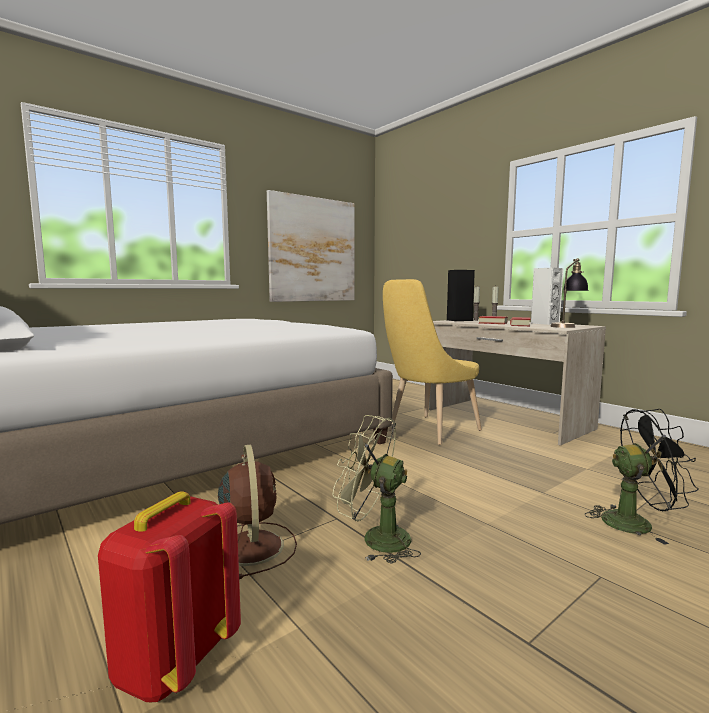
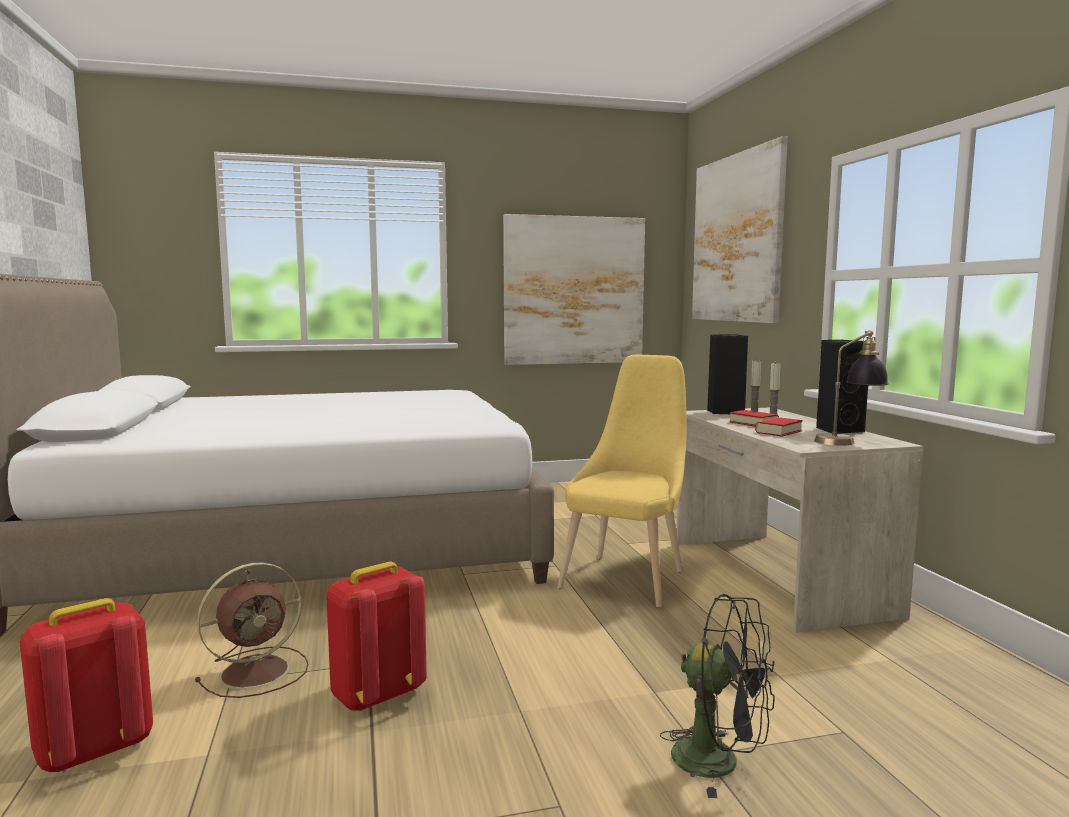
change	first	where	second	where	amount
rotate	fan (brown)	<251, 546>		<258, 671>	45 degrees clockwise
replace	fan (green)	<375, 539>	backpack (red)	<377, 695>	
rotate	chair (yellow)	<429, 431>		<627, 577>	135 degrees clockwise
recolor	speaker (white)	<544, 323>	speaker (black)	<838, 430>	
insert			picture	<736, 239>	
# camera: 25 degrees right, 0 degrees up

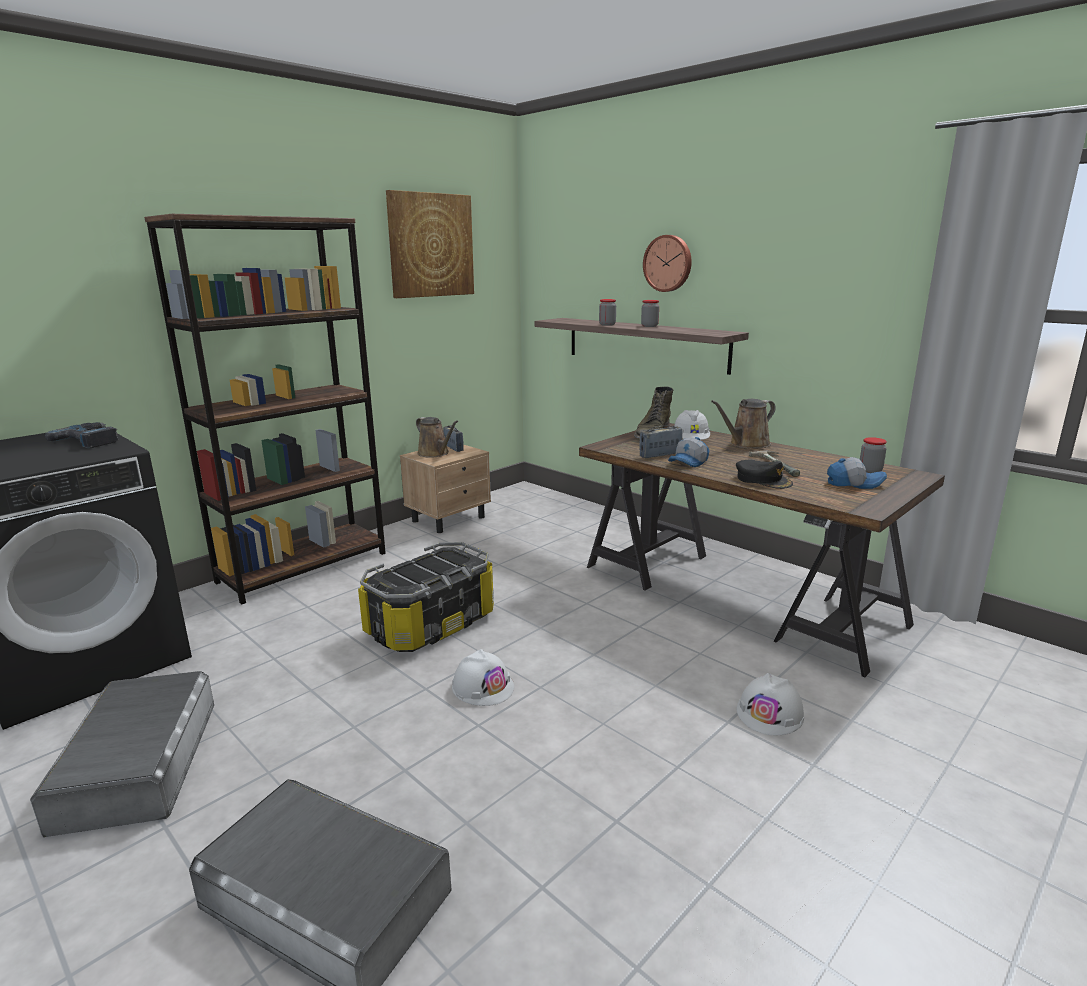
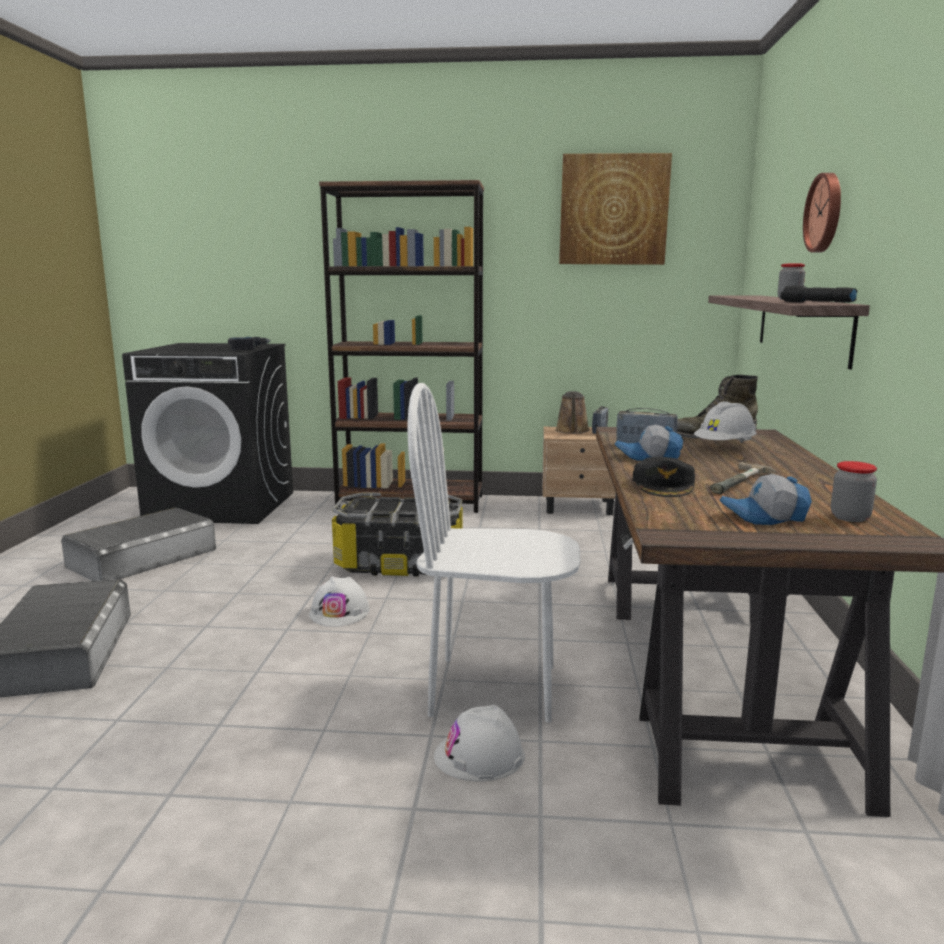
change	first	where	second	where	amount
delete	jar	<607, 324>			
delete	watering can (brown)	<746, 444>			
rotate	cap	<854, 483>		<765, 517>	120 degrees clockwise
insert			chair (white)	<493, 689>	
insert			flashlight (black)	<816, 302>	
# camera: 50 degrees right, 5 degrees down

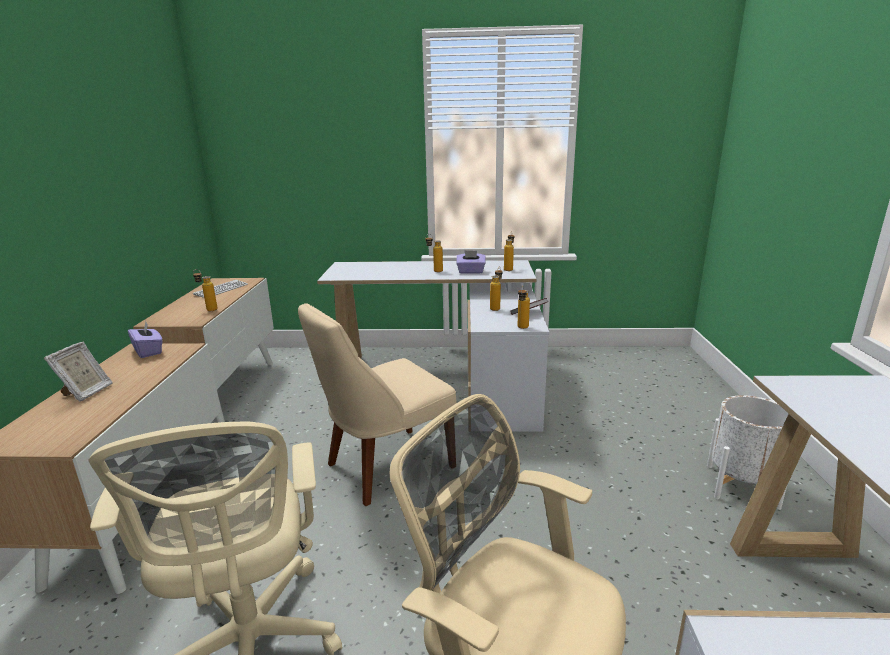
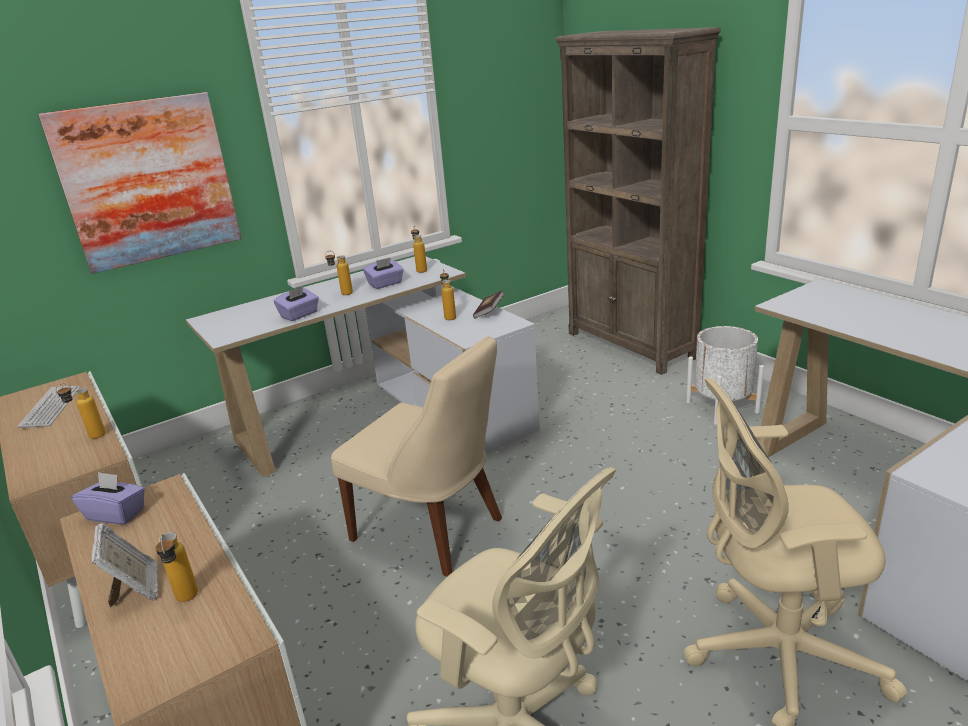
change	first	where	second	where	amount
rotate	chair (beige)	<385, 467>		<433, 531>	75 degrees counterclockwise
move	bottle	<522, 328>		<186, 601>	
insert			picture	<148, 181>	
insert			tissue box (purple)	<299, 315>	
insert			bookcase (brown)	<631, 345>	
# camera: 35 degrees left, 5 degrees up

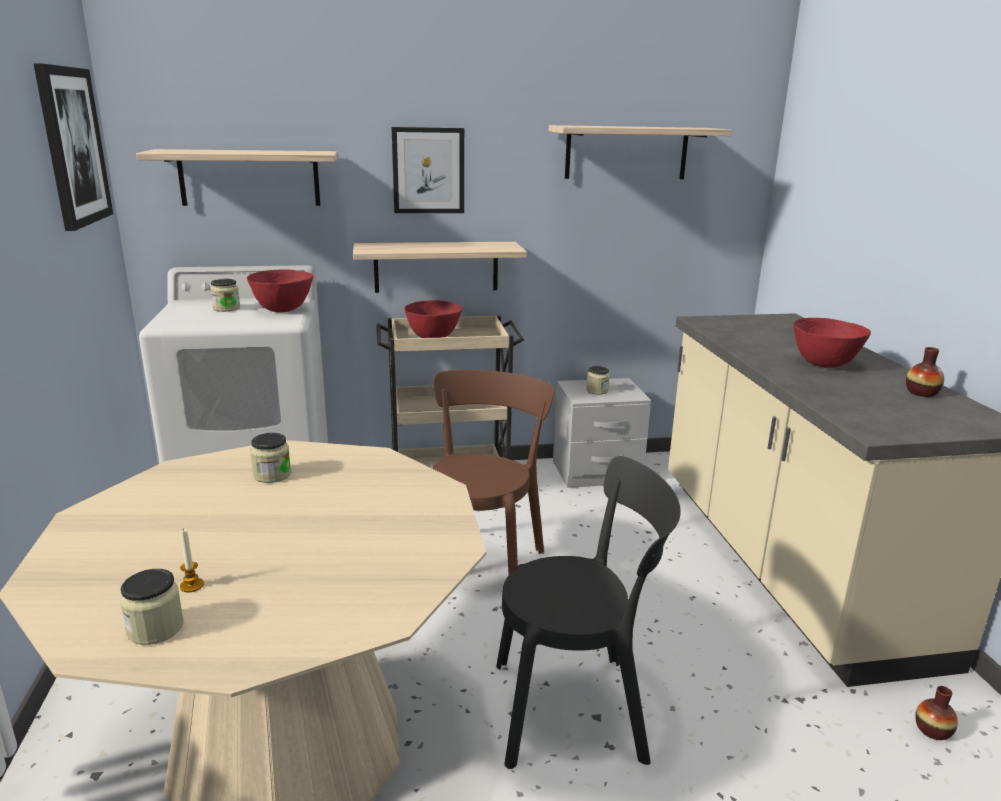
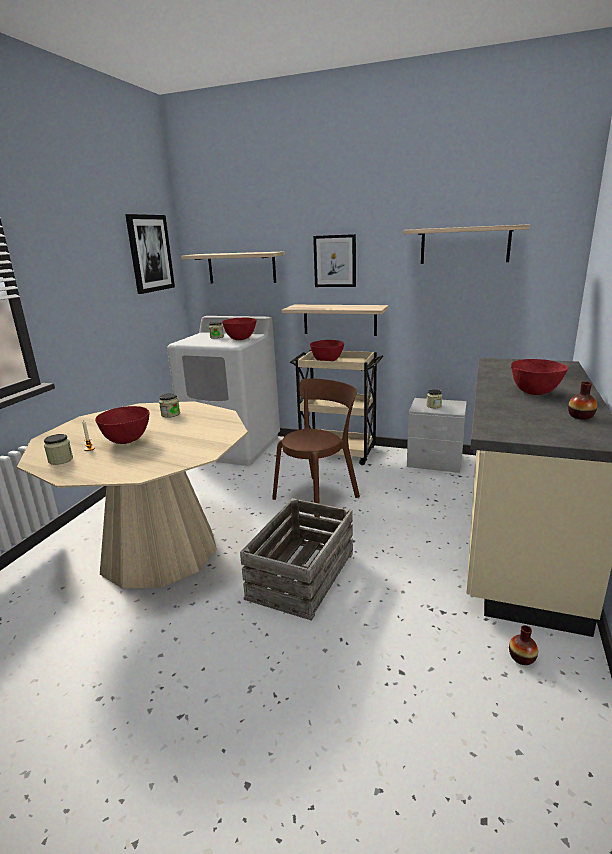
change	first	where	second	where	amount
replace	chair (black)	<577, 709>	crate	<302, 575>	
insert			bowl (red)	<126, 441>	
# camera: 30 degrees right, 0 degrees up

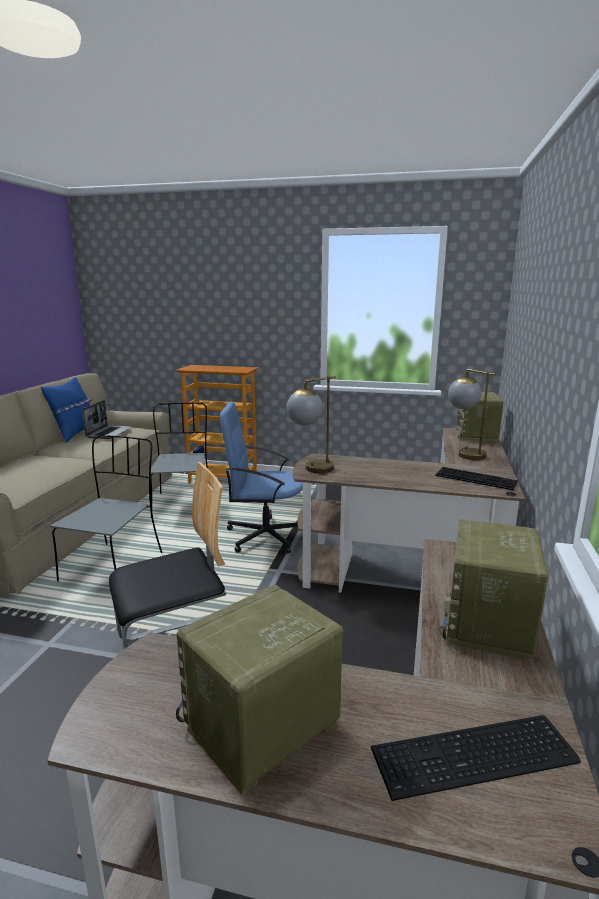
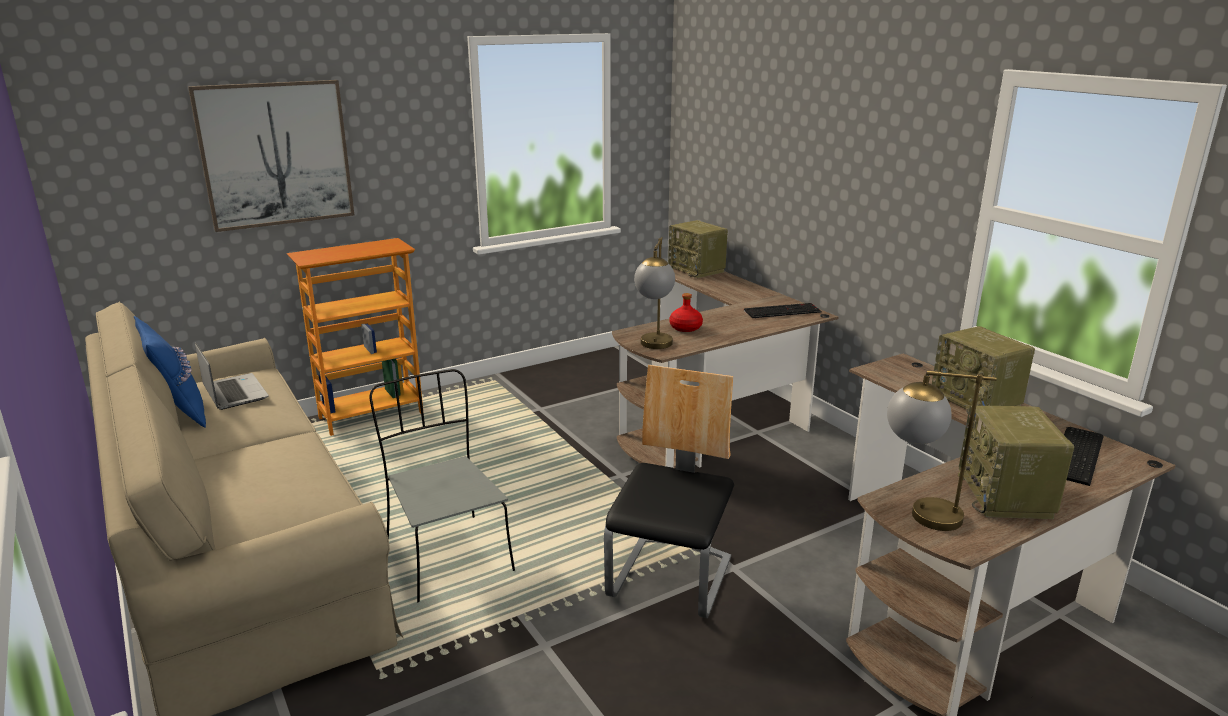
change	first	where	second	where	amount
delete	chair (grey)	<183, 504>			
delete	office chair (blue)	<264, 536>			
move	table lamp	<464, 453>		<917, 515>	
insert			picture	<276, 154>	
insert			bottle (red)	<685, 328>	
# camera: 45 degrees left, 5 degrees up

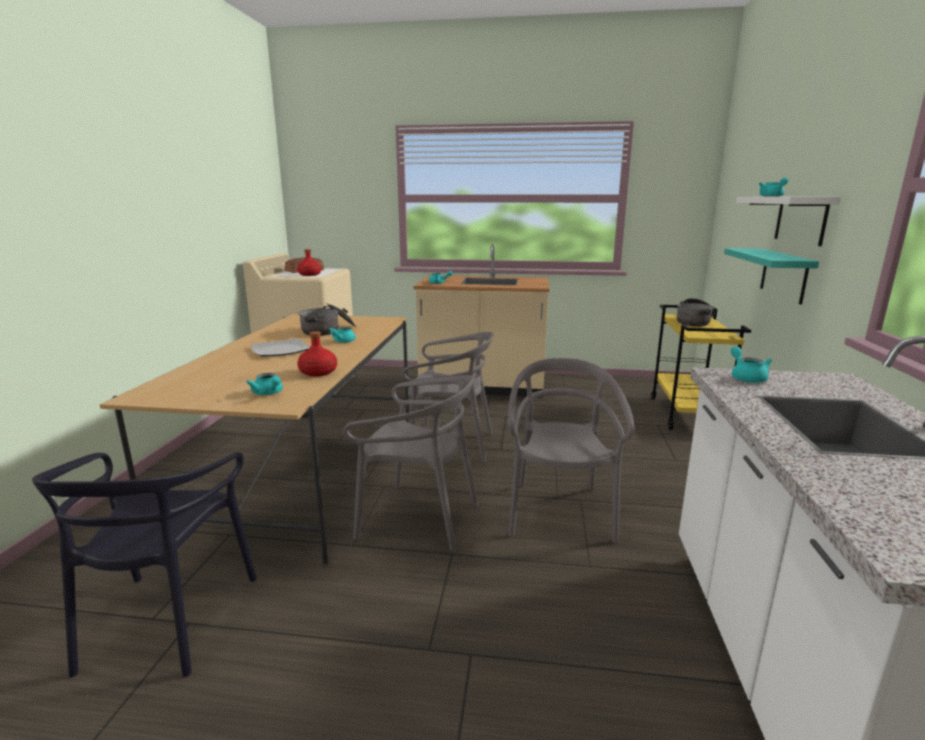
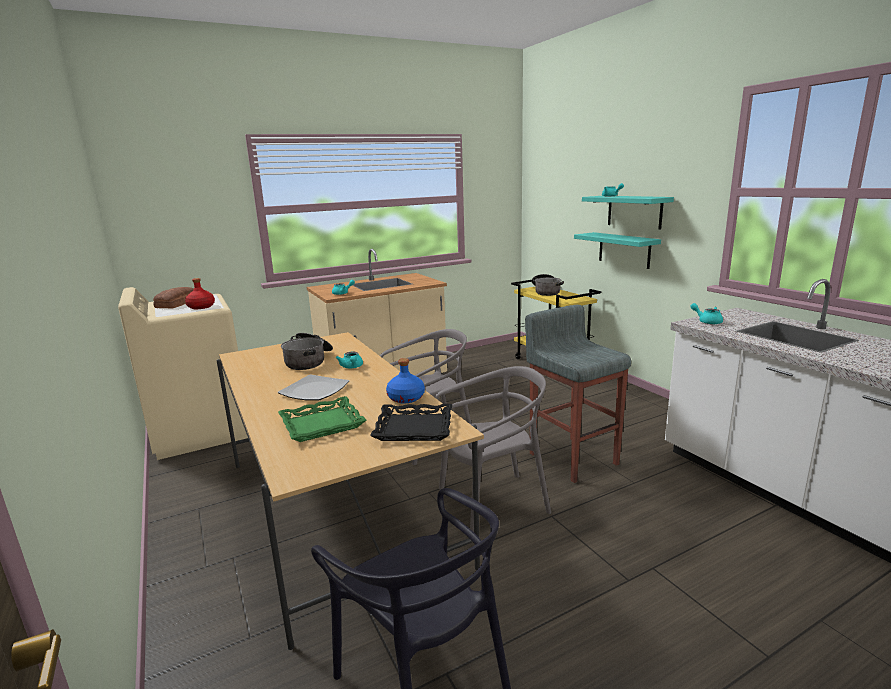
change	first	where	second	where	amount
replace	teapot (turquoise)	<269, 393>	tray (black)	<414, 427>	
recolor	bottle (red)	<318, 372>	bottle (blue)	<406, 398>	
replace	chair (grey)	<559, 512>	stool (grey)	<573, 458>	
recolor	shelf (white)	<800, 219>	shelf (turquoise)	<634, 211>	
insert			tray (green)	<322, 424>	
# camera: 35 degrees left, 0 degrees up

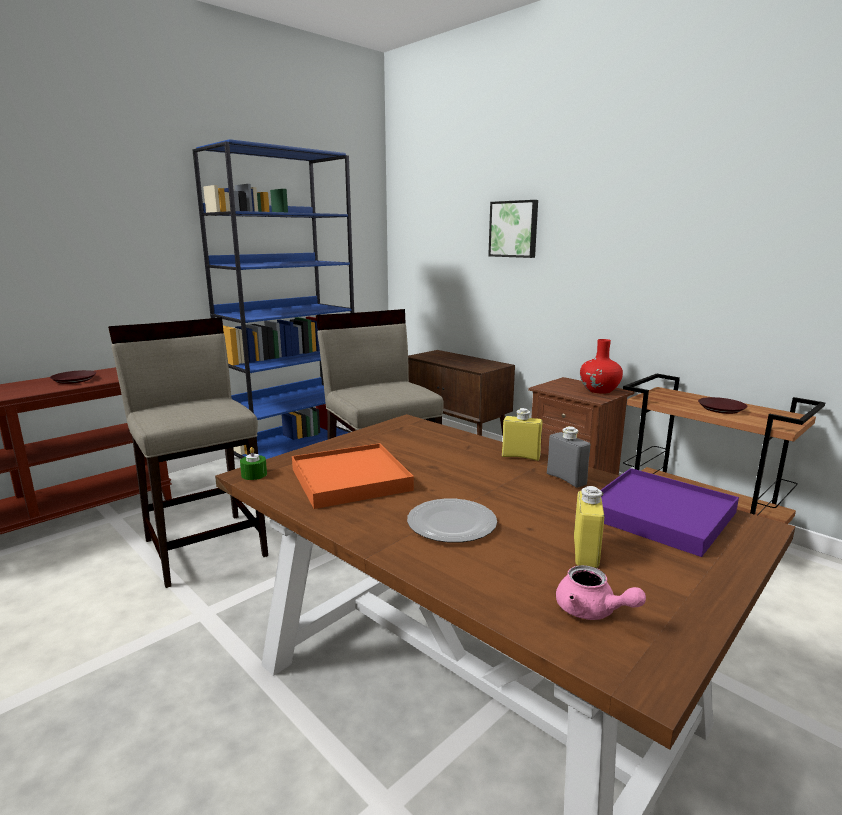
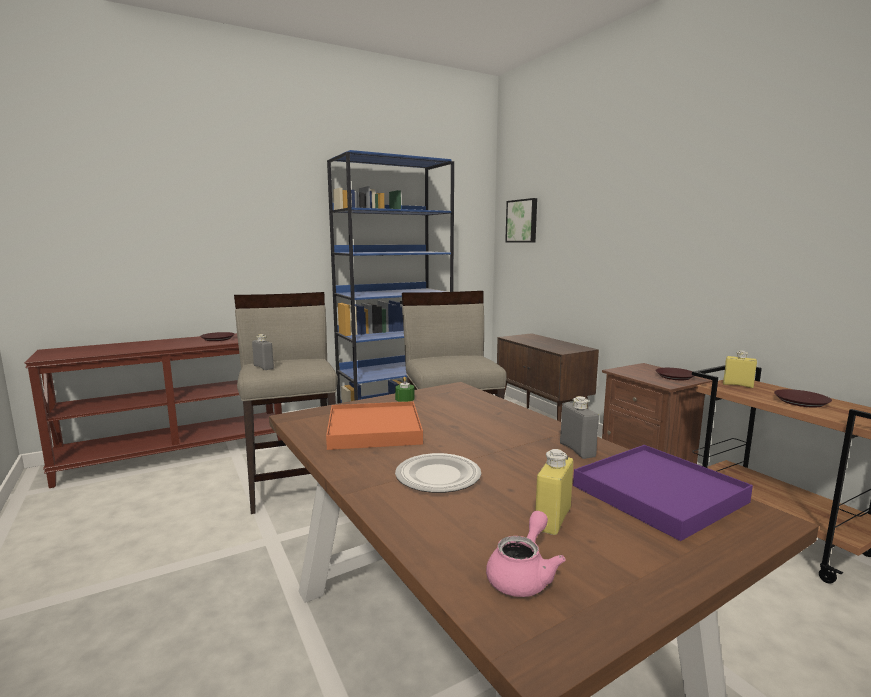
change	first	where	second	where	amount
move	candle (green)	<254, 474>		<404, 399>	
move	picture	<514, 229>		<522, 221>	
move	bottle (yellow)	<520, 456>		<738, 385>	
rotate	teapot (pink)	<592, 611>		<523, 575>	120 degrees counterclockwise
replace	vase (red)	<599, 390>	plate (brown)	<675, 377>	
insert			bottle (grey)	<263, 367>	
# camera: 15 degrees right, 5 degrees down

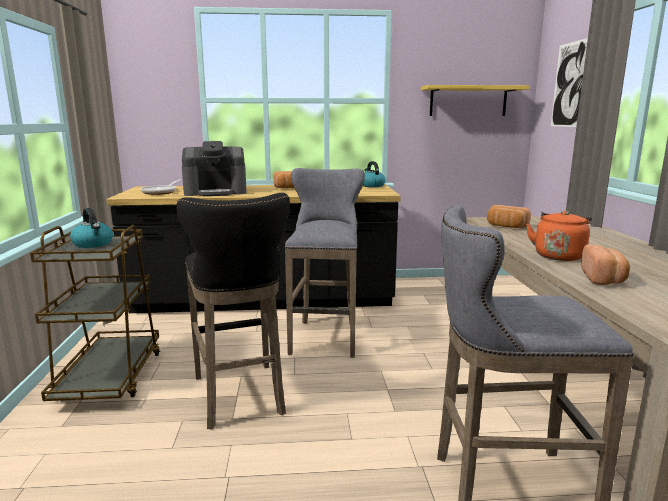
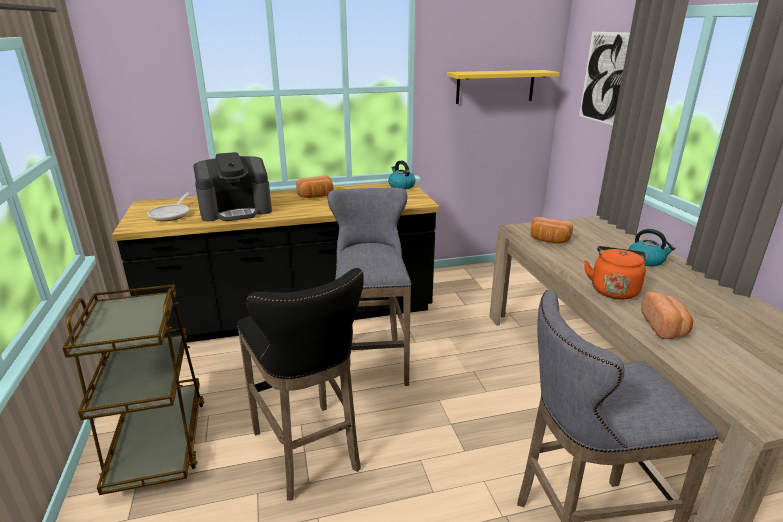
change	first	where	second	where	amount
move	kettle	<93, 244>		<646, 260>	
# camera: 10 degrees left, 10 degrees up

